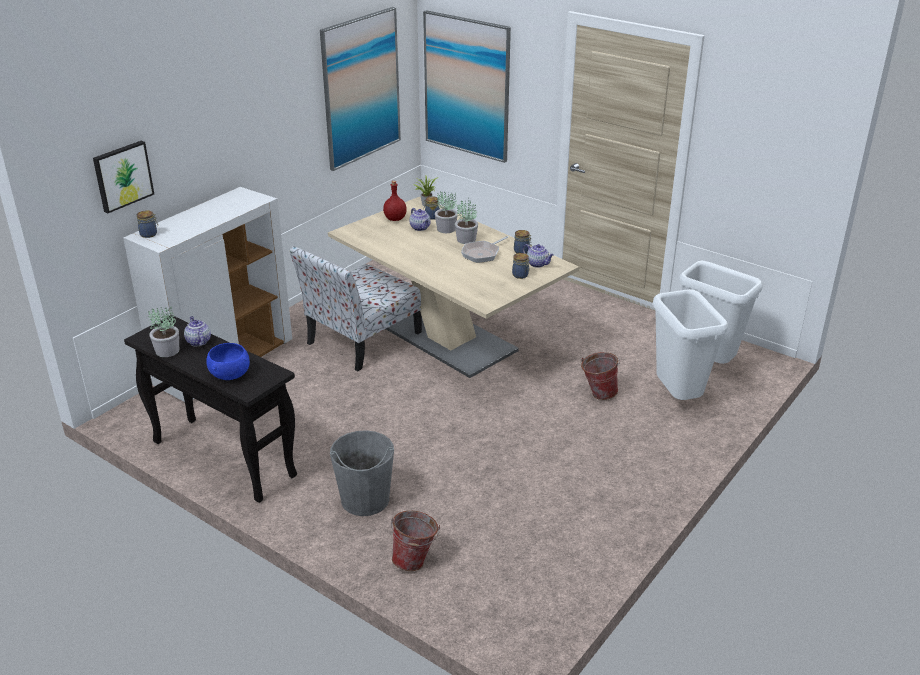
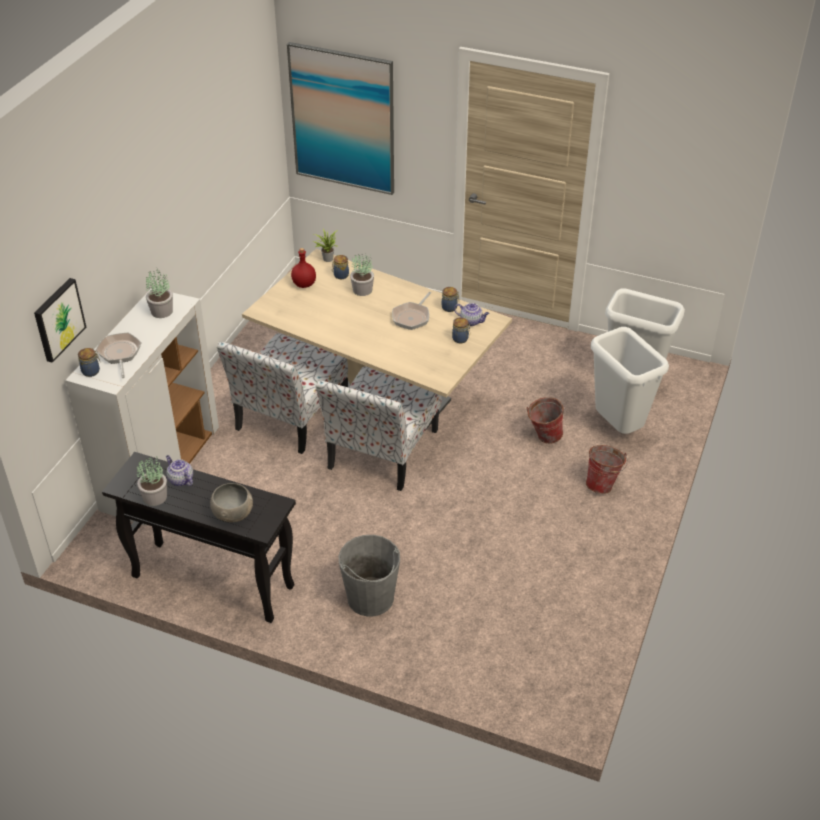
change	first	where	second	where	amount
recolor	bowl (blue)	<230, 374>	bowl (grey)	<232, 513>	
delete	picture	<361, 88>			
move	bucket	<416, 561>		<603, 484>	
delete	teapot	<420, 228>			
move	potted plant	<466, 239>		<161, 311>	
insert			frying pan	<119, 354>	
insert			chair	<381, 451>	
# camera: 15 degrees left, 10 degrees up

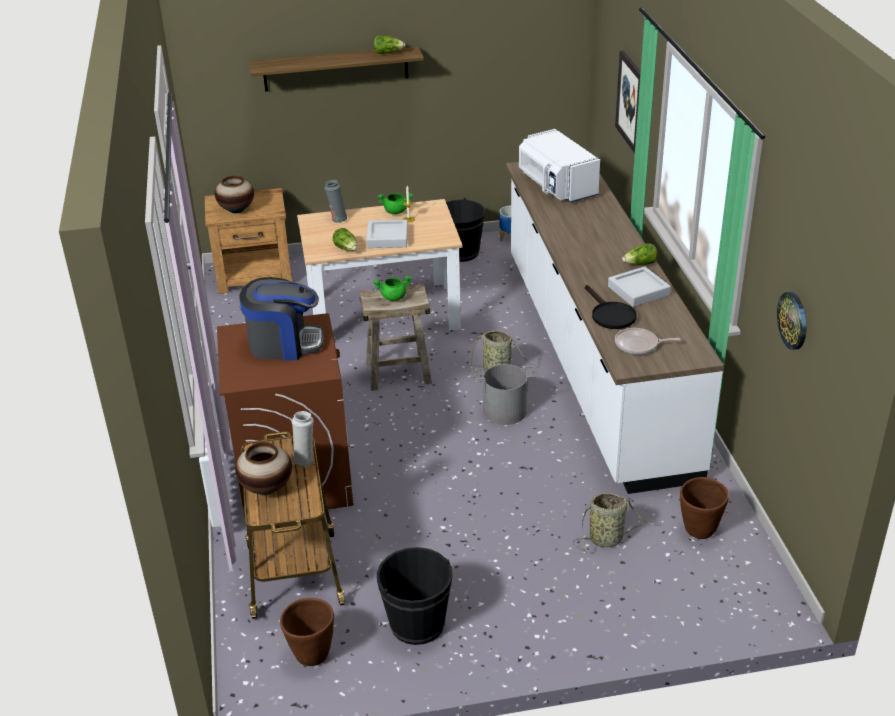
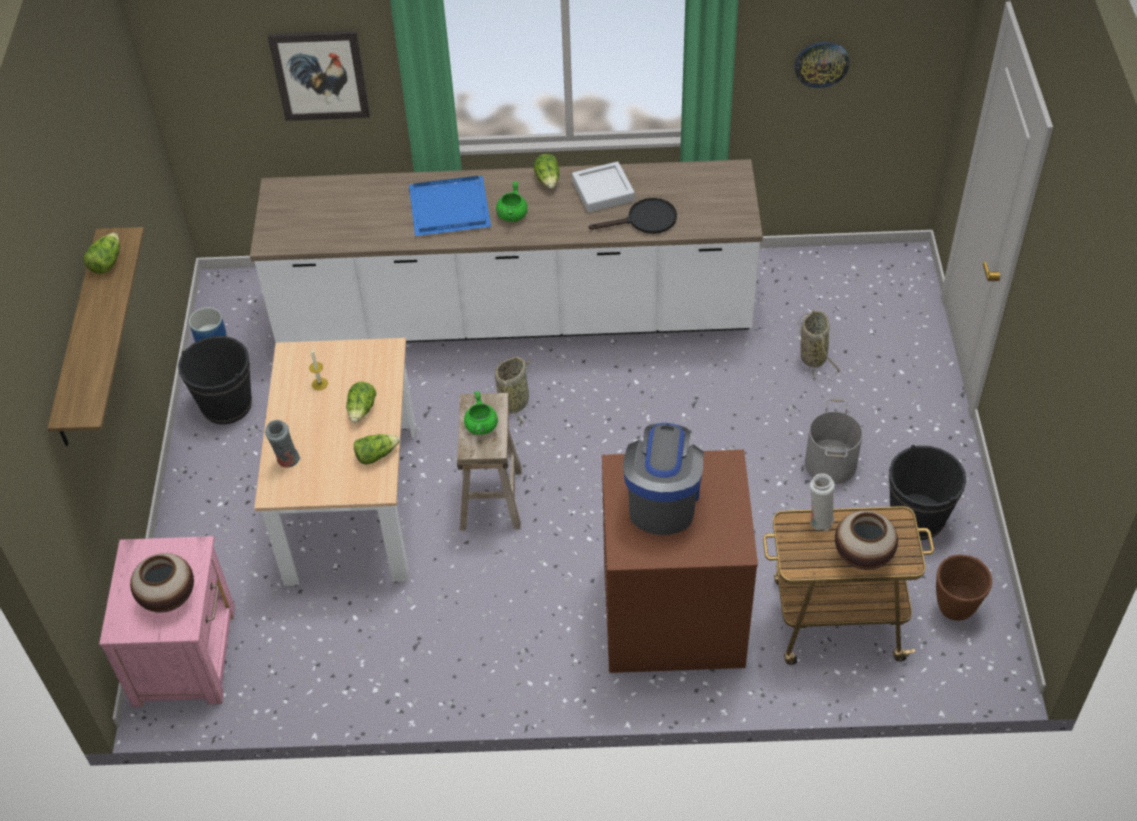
change	first	where	second	where	amount
recolor	nightstand (brown)	<255, 275>	nightstand (pink)	<186, 654>	
replace	tray (grey)	<387, 238>	lettuce	<362, 410>	
move	cooking pot (green)	<396, 211>		<512, 215>	
move	bucket (grey)	<505, 412>		<831, 463>	
delete	microwave (white)	<556, 186>			
delete	frying pan	<639, 345>			
delete	planter (brown)	<699, 530>			
insert			tray (blue)	<451, 207>	
# camera: 80 degrees left, 15 degrees up

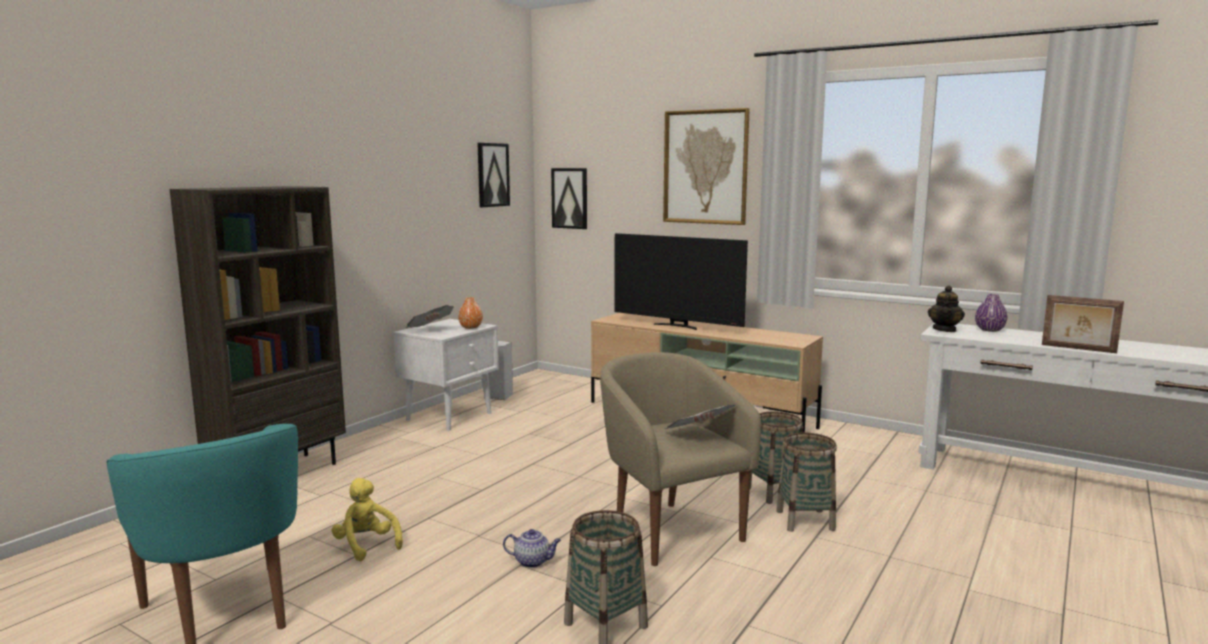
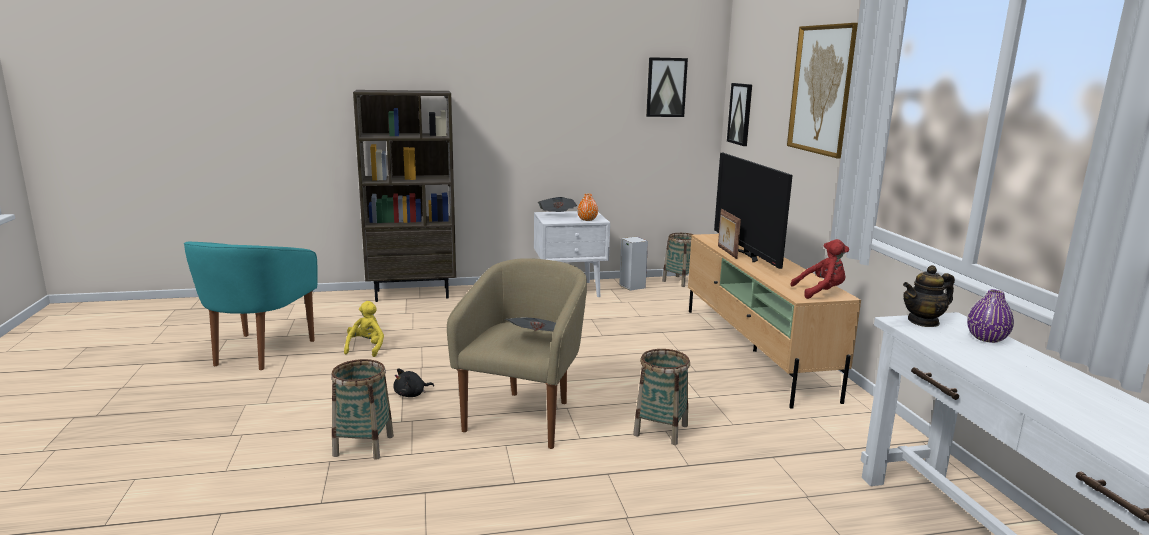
change	first	where	second	where	amount
replace	teapot	<533, 561>	plush toy (black)	<411, 394>	
move	basket	<805, 520>		<680, 281>	
move	picture frame	<1078, 349>		<726, 252>	
insert			plush toy (red)	<821, 292>	
# camera: 45 degrees right, 5 degrees up

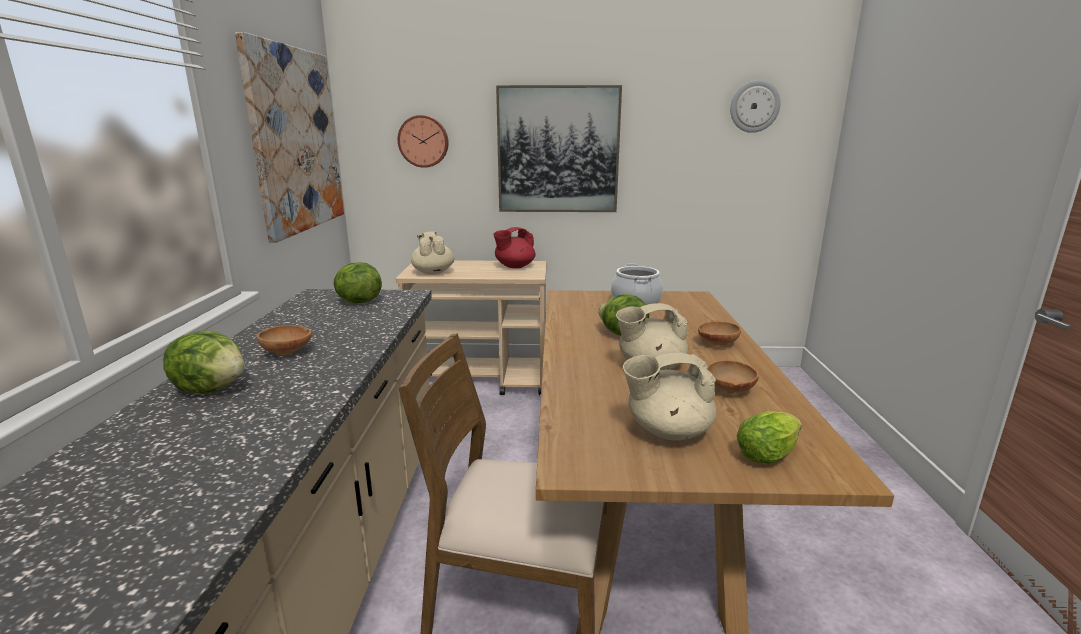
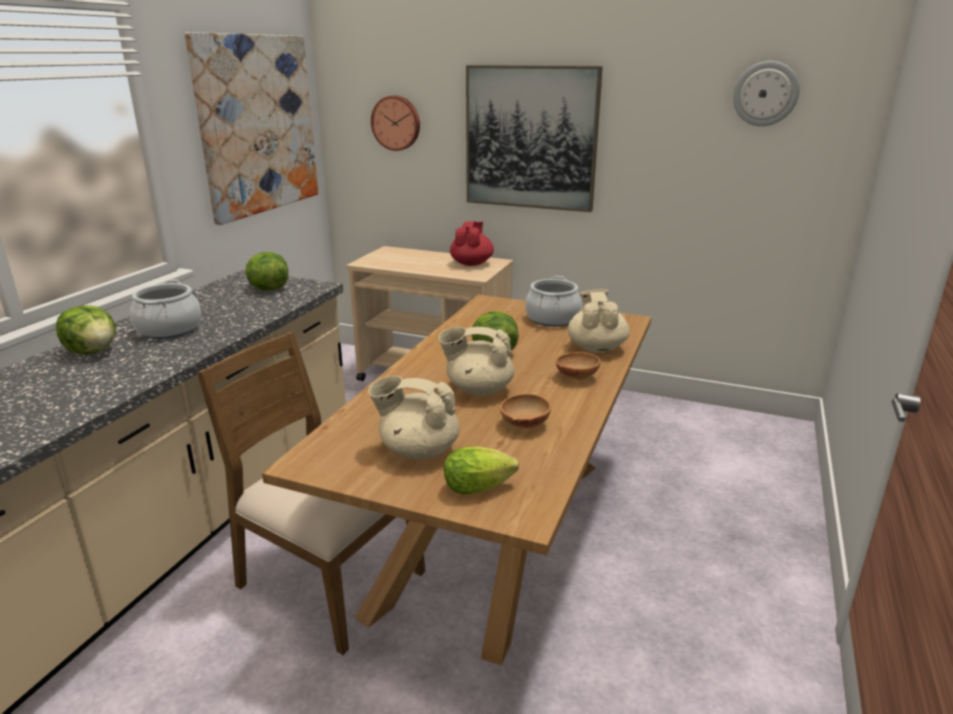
change	first	where	second	where	amount
replace	bowl (brown)	<288, 352>	cooking pot	<169, 329>	
move	teapot (beige)	<433, 272>		<596, 348>	
rotate	teapot (red)	<514, 266>		<471, 263>	120 degrees clockwise
# camera: 20 degrees right, 5 degrees up

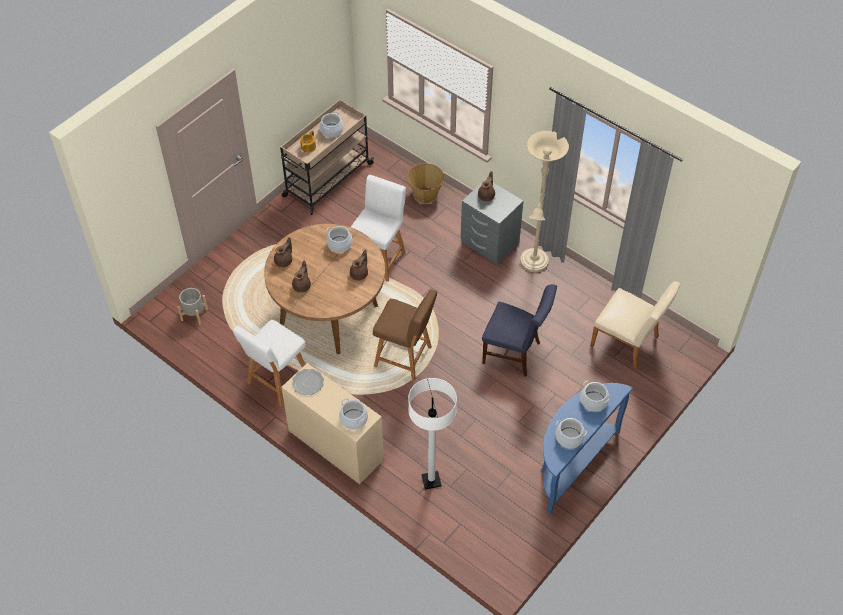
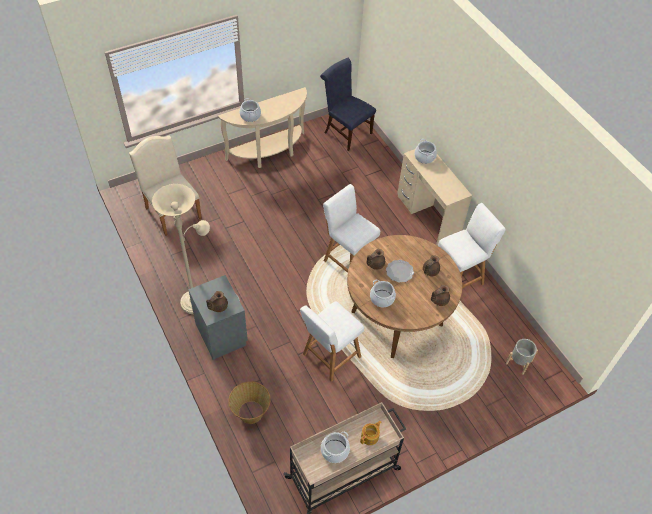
change	first	where	second	where	amount
move	plate	<308, 383>		<399, 272>	
recolor	stool (brown)	<405, 357>	stool (white)	<348, 259>	
delete	floor lamp (white)	<431, 480>			
move	chair (blue)	<515, 353>		<345, 131>	
recolor	console table (blue)	<572, 463>	console table (beige)	<269, 153>	
delete	cooking pot	<569, 438>			
# camera: 160 degrees left, 0 degrees up

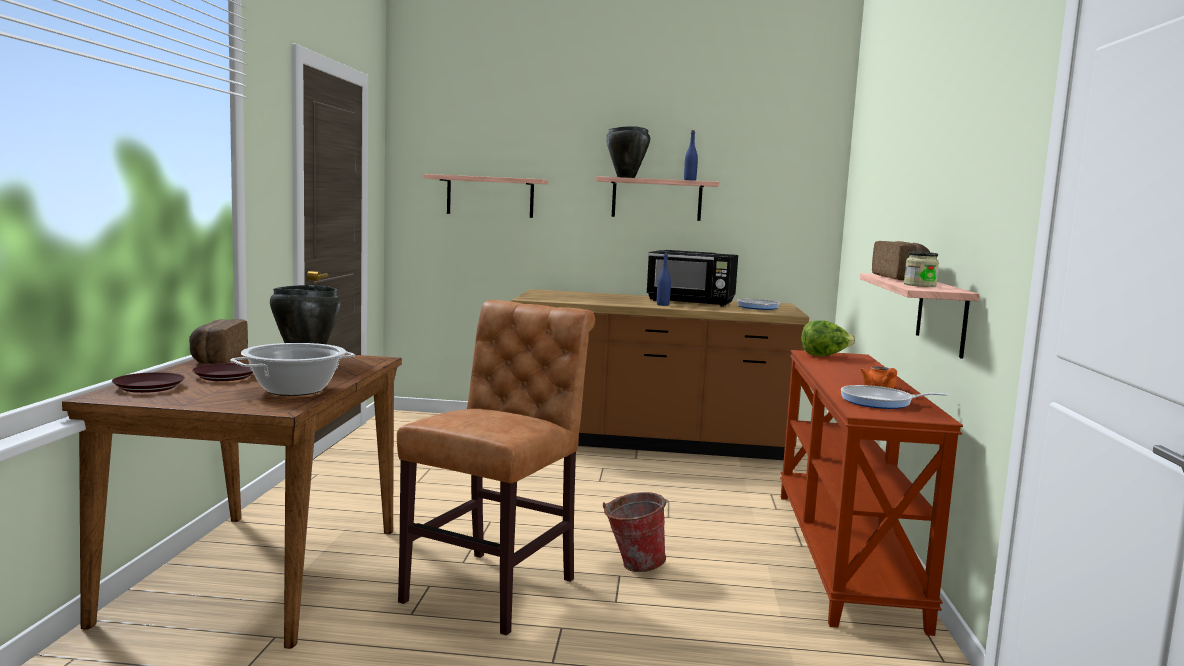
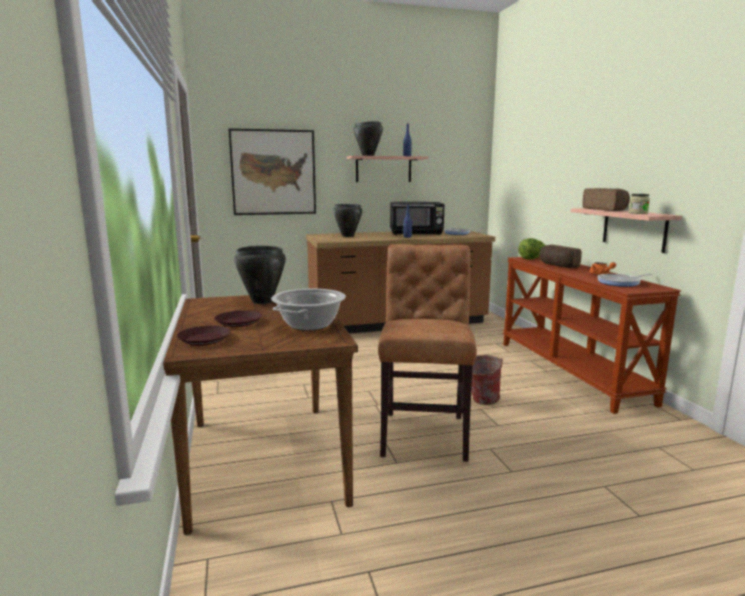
change	first	where	second	where	amount
move	bread	<216, 358>		<557, 265>	
replace	shelf	<490, 196>	picture	<273, 172>	
insert			cooking pot (black)	<347, 236>	
# camera: 20 degrees left, 5 degrees up

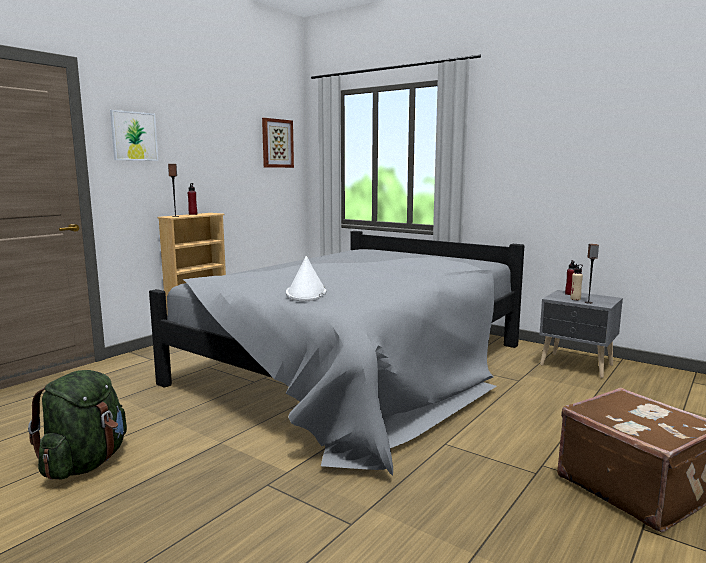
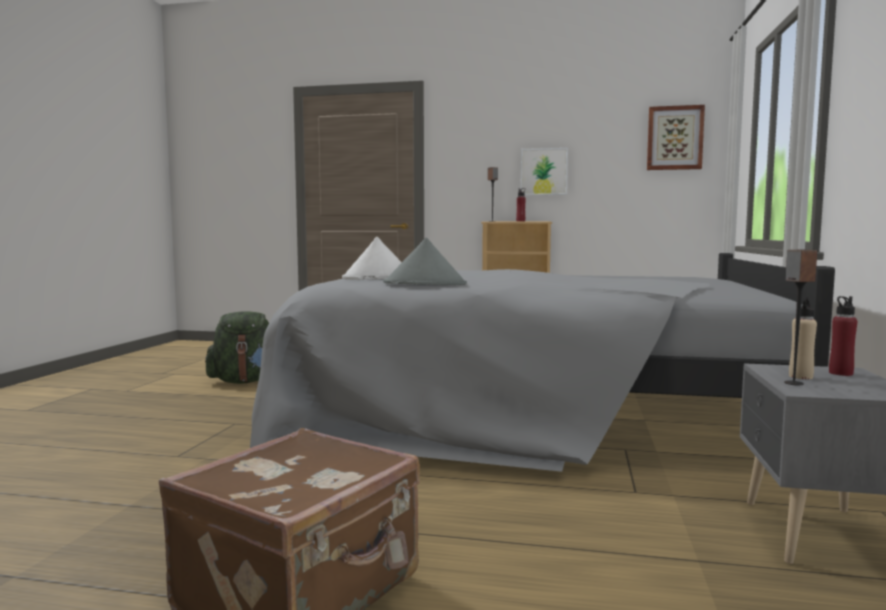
change	first	where	second	where	amount
move	picture	<134, 136>		<544, 172>	
insert			hat (grey)	<425, 284>	
# camera: 65 degrees right, 5 degrees down

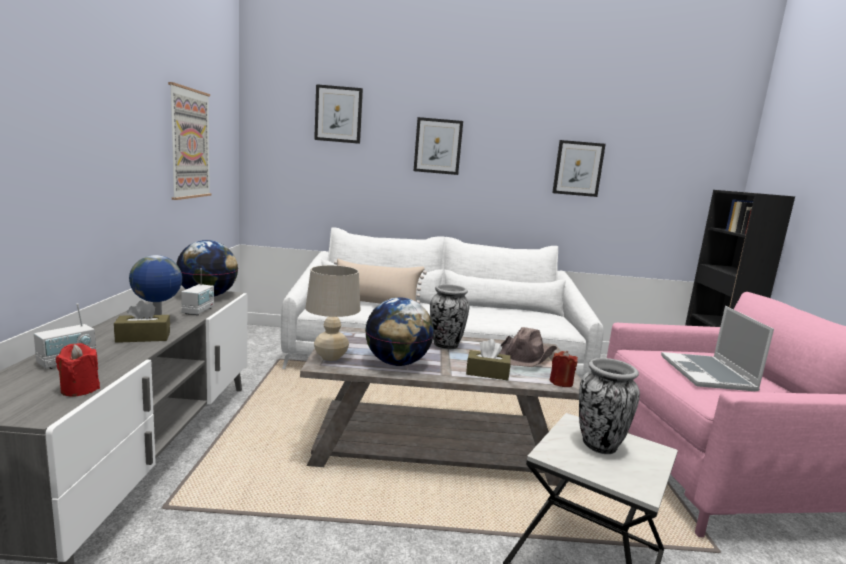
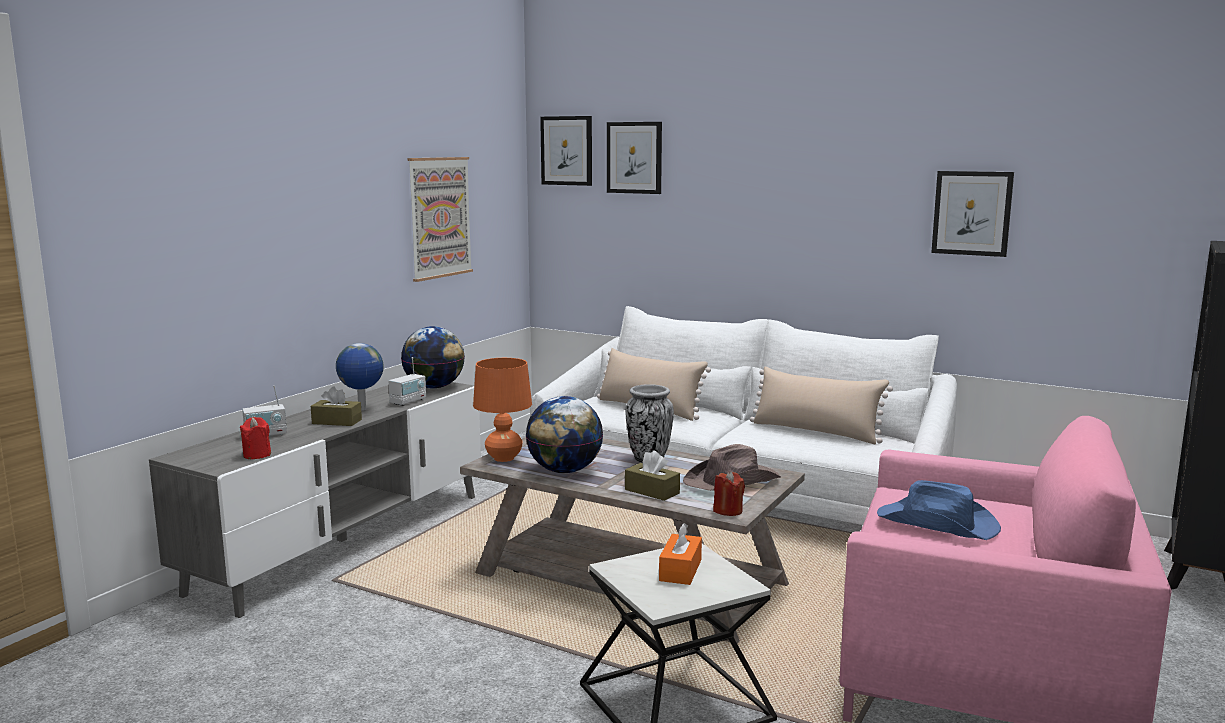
change	first	where	second	where	amount
recolor	table lamp (beige)	<331, 357>	table lamp (orange)	<504, 458>	
move	picture	<438, 146>		<567, 150>	
replace	vase	<598, 445>	tissue box (orange)	<680, 570>	
replace	laptop	<708, 374>	hat (blue)	<938, 524>	
insert			pillow (beige)	<816, 431>	
# camera: 30 degrees right, 0 degrees up

